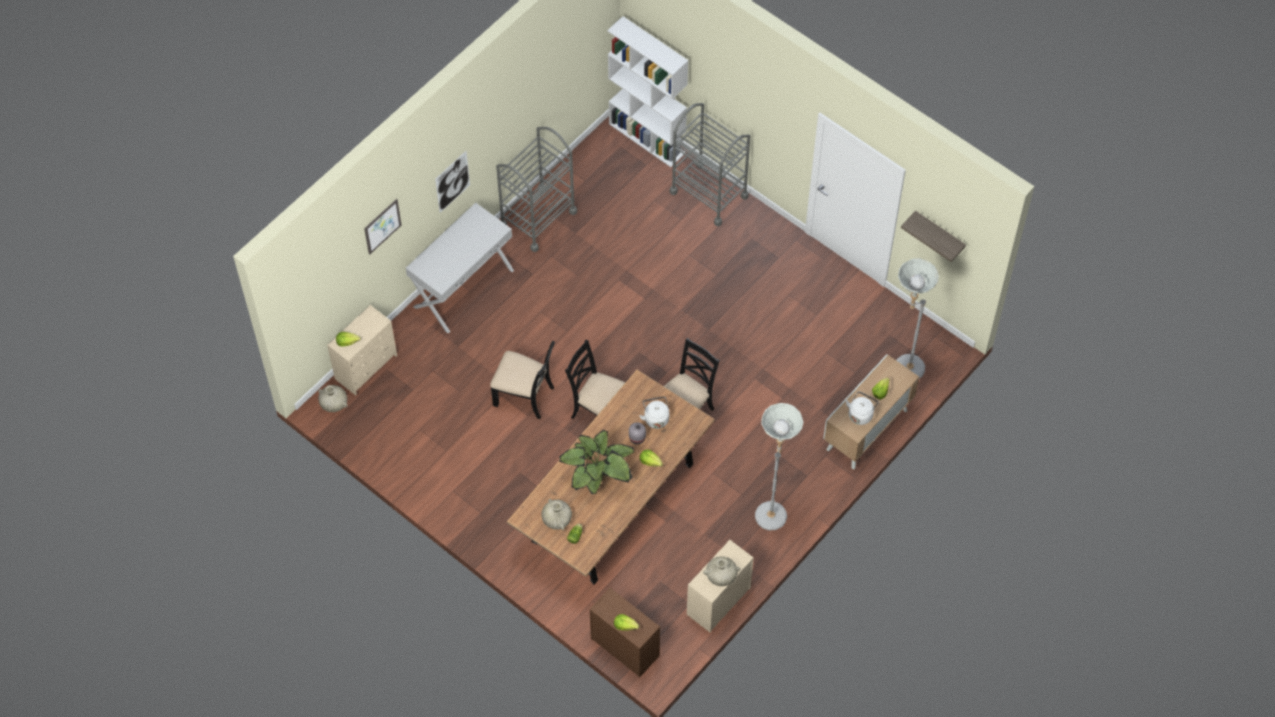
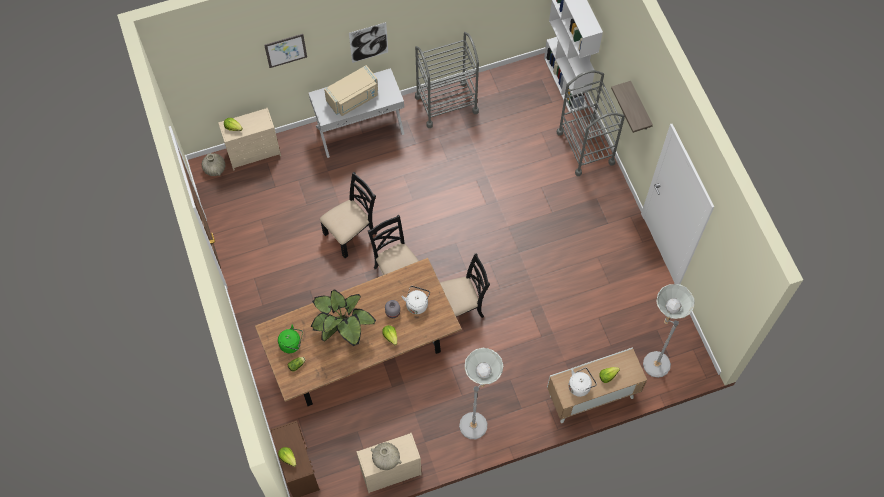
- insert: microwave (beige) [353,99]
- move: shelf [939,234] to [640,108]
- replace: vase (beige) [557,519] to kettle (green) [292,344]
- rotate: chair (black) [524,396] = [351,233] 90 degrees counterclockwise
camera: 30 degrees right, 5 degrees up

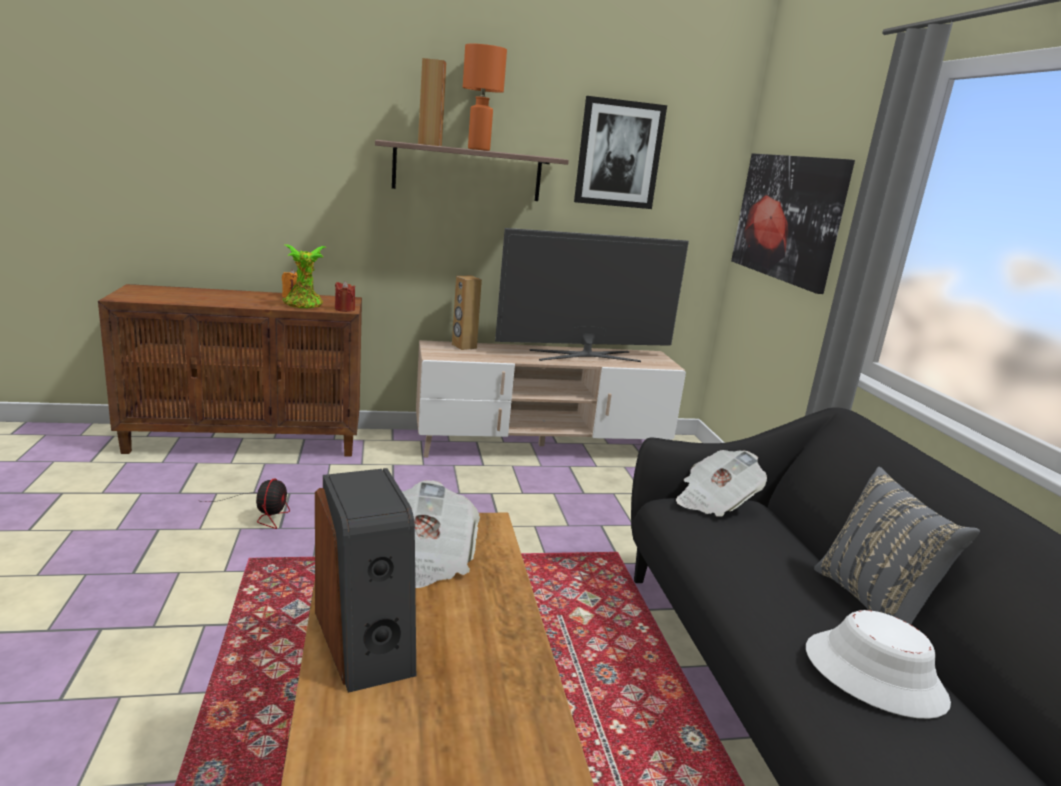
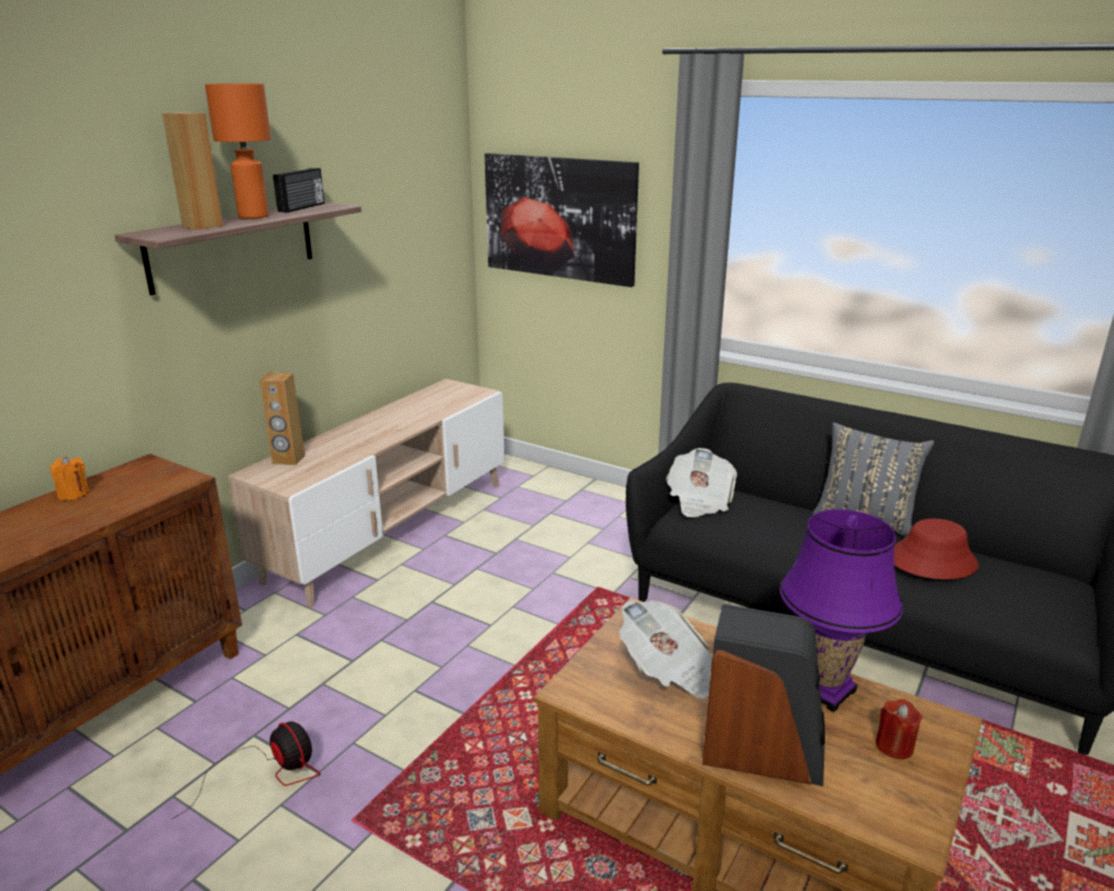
- delete: potted plant [304,306]
- delete: television [585,355]
- delete: picture [619,154]
- insert: radio [302,207]
- insert: table lamp (purple) [824,691]
- move: candle (red) [344,309] to [894,746]
- recolor: hat (white) [874,674] to hat (red) [931,560]
camera: 45 degrees left, 5 degrees up

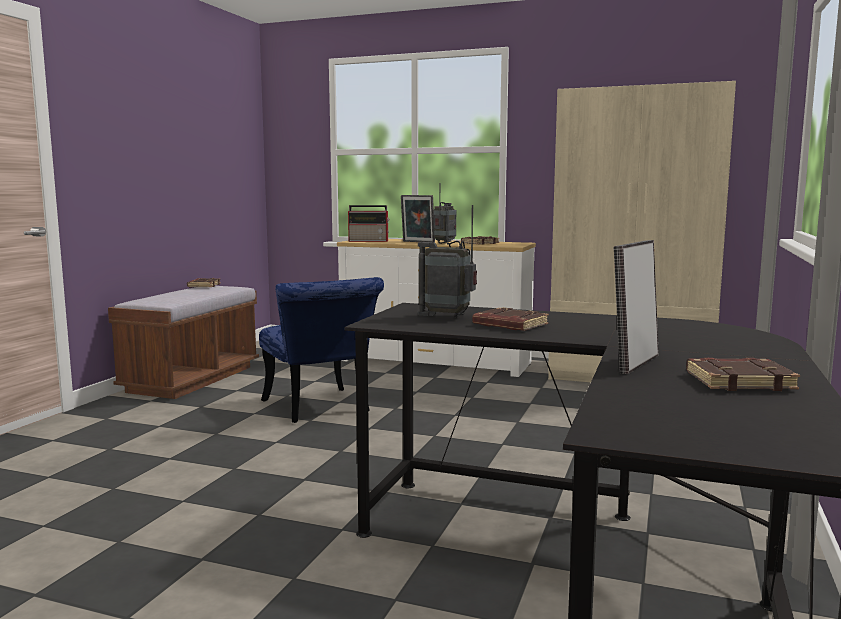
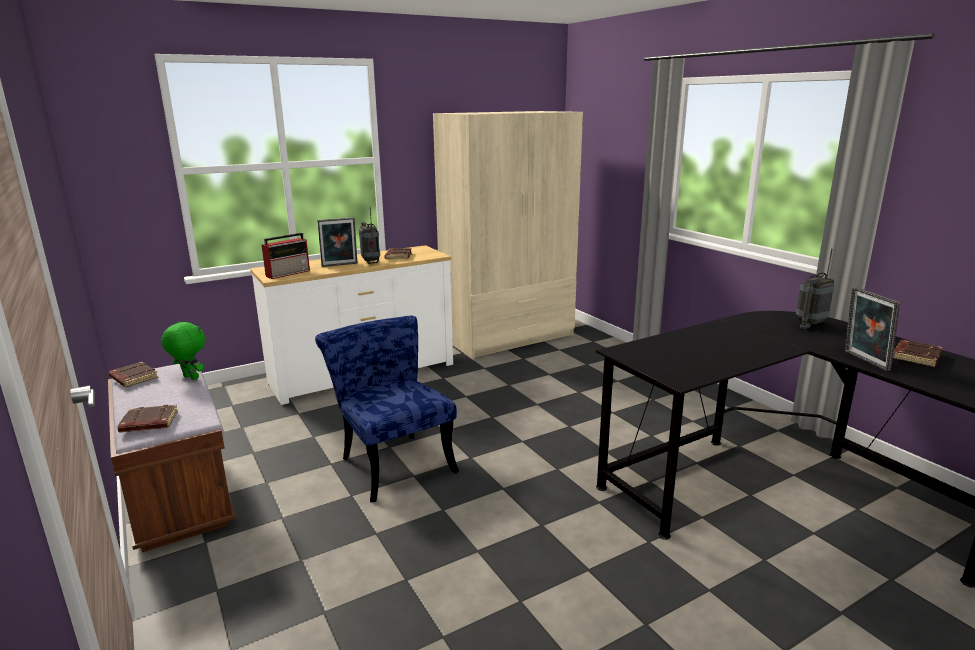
- insert: plush toy (green) [190,378]
- move: radio [447,317] to [810,324]
- move: book (brown) [509,325] to [148,423]
- rotate: chair (blue) [320,409] = [392,461] 135 degrees counterclockwise
camera: 50 degrees left, 10 degrees up

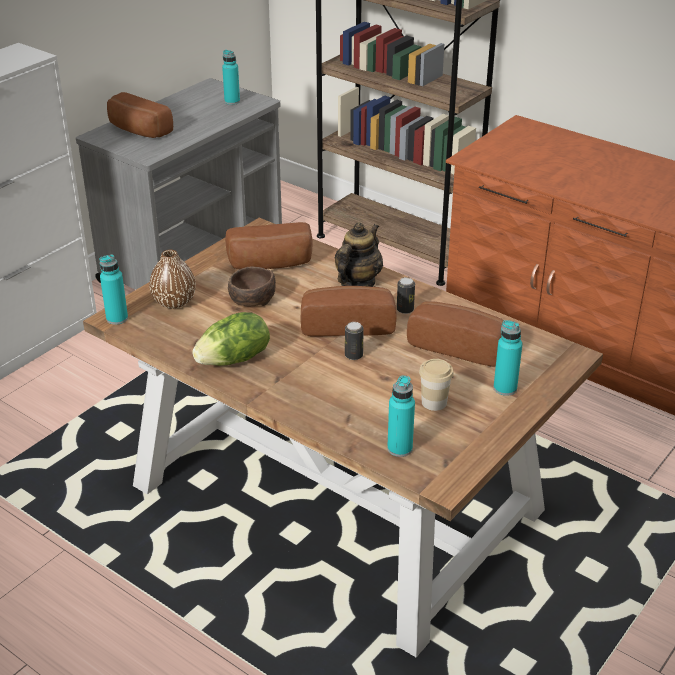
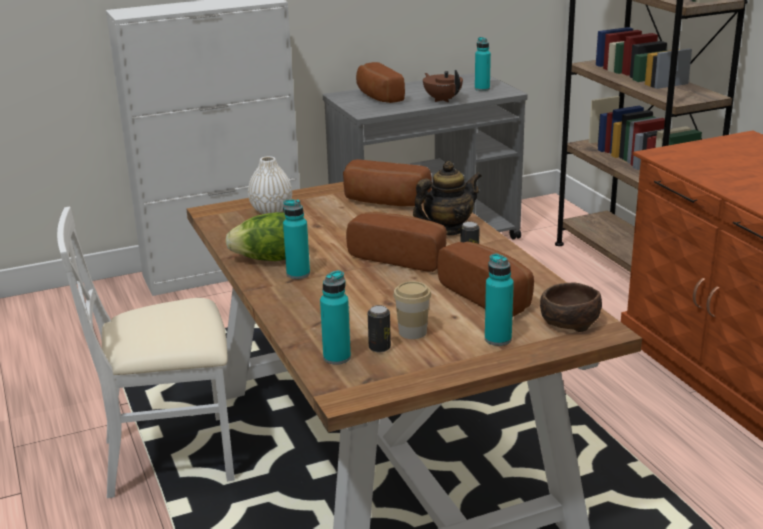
- insert: chair (white) [171,456]
- insert: teapot (brown) [442,99]
- move: bottle (turquoise) [117,318] to [298,274]
- move: bowl (brown) [251,299] to [568,322]
- move: can [353,355] to [379,347]
- recolor: vase (brown) [174,301] to vase (white) [271,210]
camera: 30 degrees right, 10 degrees down

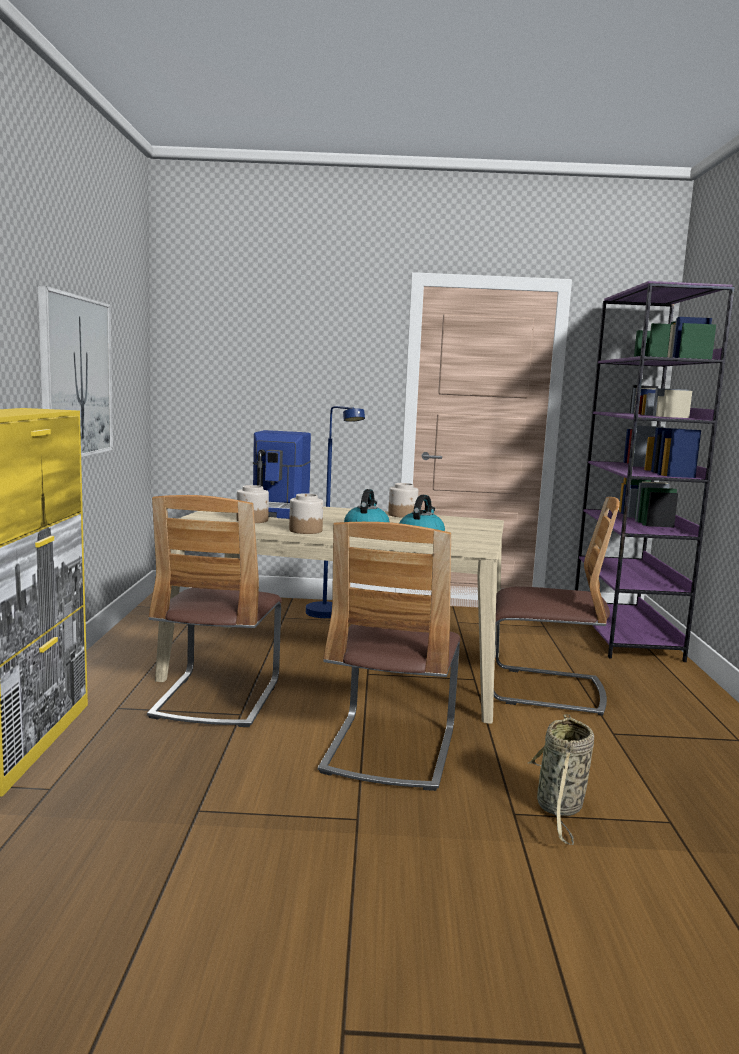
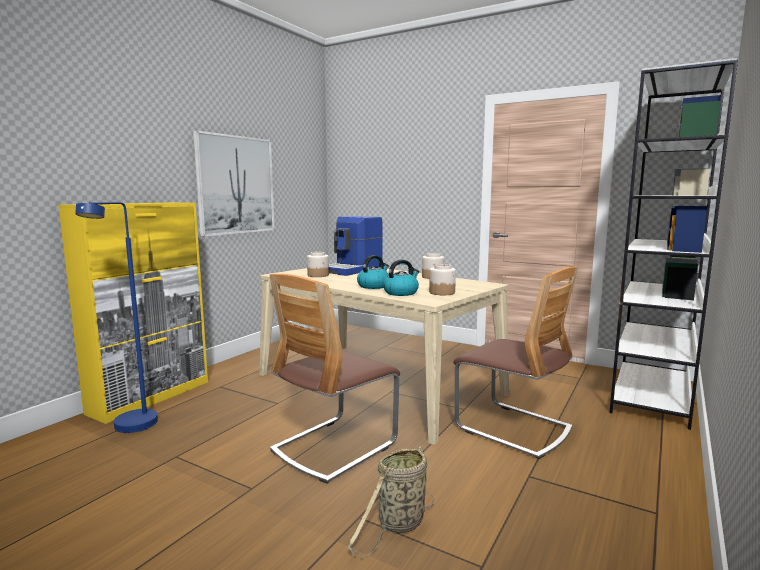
- delete: chair [217,698]
- move: jar [305,530] to [442,292]
- move: floor lamp (blue) [329,615] to [131,429]
- recolor: bookcase (purple) [625,636] to bookcase (white) [652,396]
camera: 30 degrees right, 0 degrees up

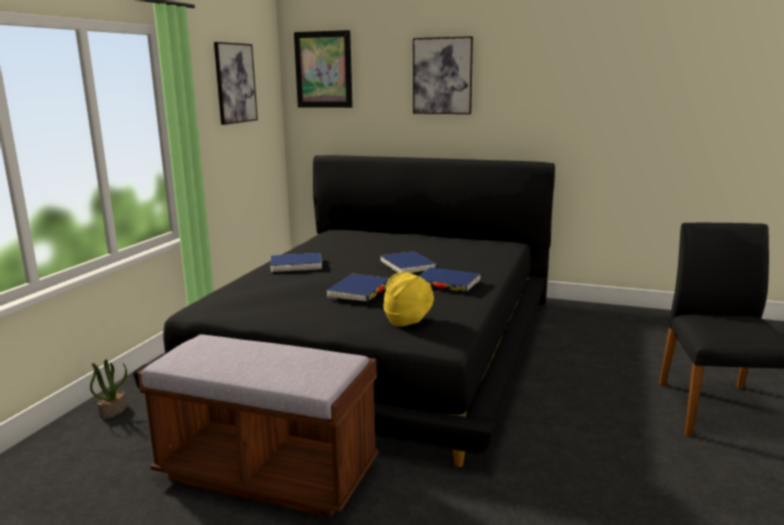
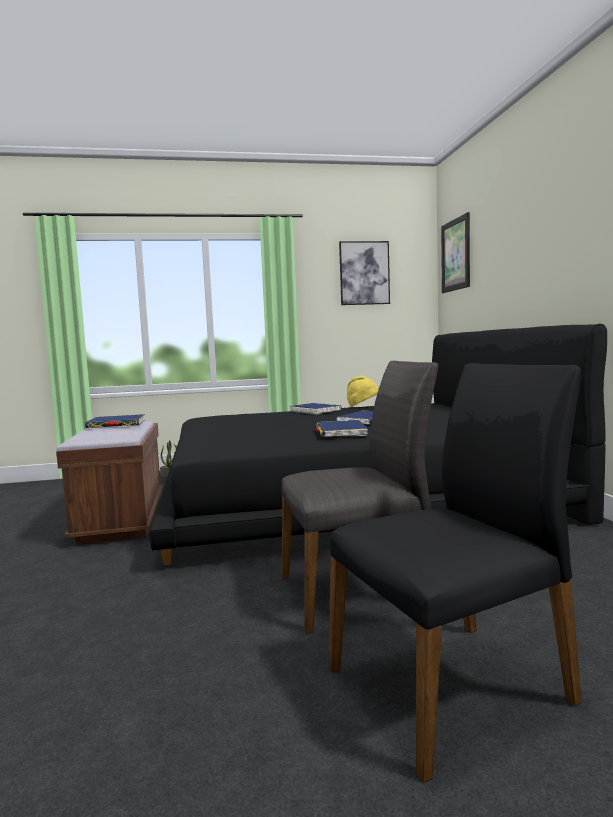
- delete: picture [442,76]
- insert: chair (grey) [360,591]
- move: book (blue) [359,291] to [116,424]
- move: hat (yellow) [408,320] to [362,406]
camera: 60 degrees right, 10 degrees down

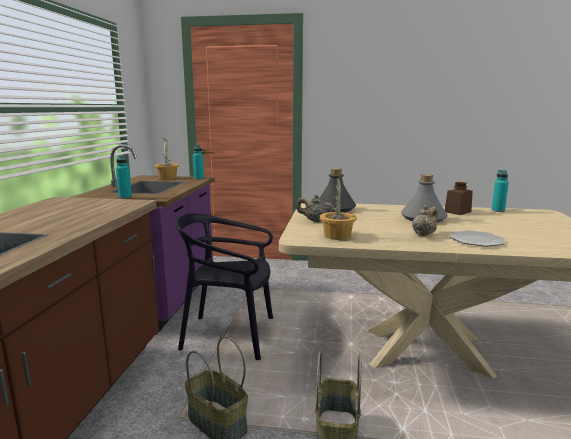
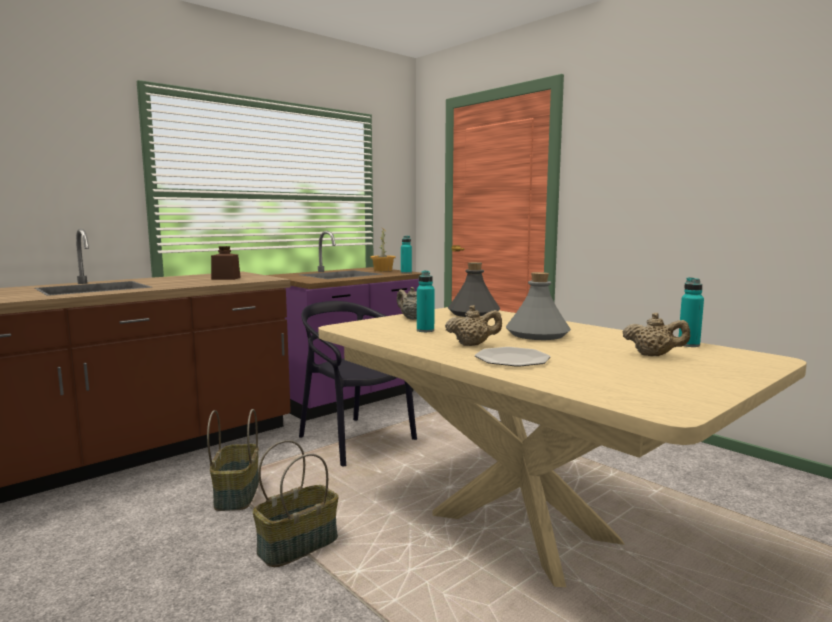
- delete: potted plant [337,236]
- insert: teapot (beige) [654,355]
- move: bottle (turquoise) [125,197] to [425,330]
- move: jar (brown) [457,212] to [226,278]
camera: 40 degrees right, 5 degrees down

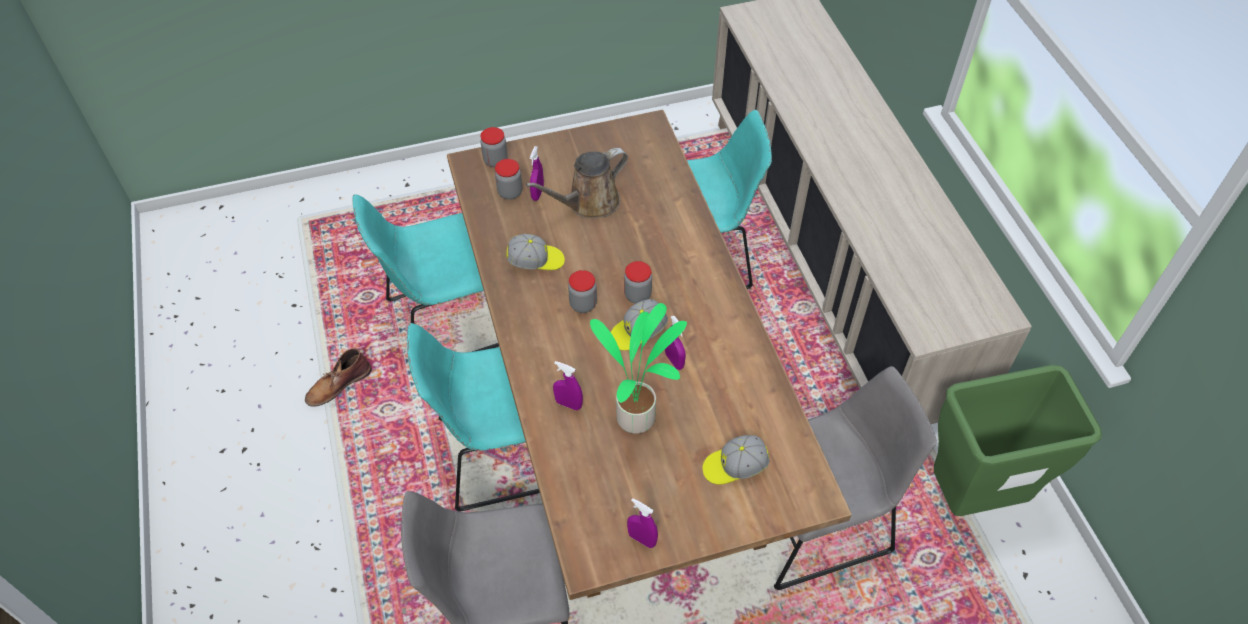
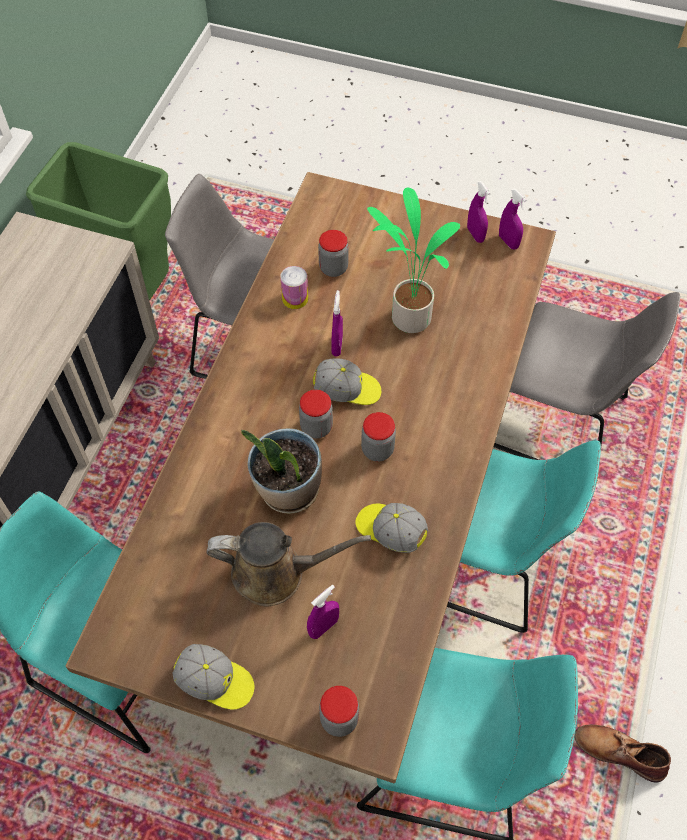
- insert: potted plant [288,491]
- insert: can [295,298]
- move: jar [510,192] to [333,268]
- move: spray bottle (purple) [568,404] to [508,242]
- move: cap [734,466] to [215,681]
- rotate: boot (brown) [338,384] = [619,752] 150 degrees counterclockwise
camera: 145 degrees left, 5 degrees up

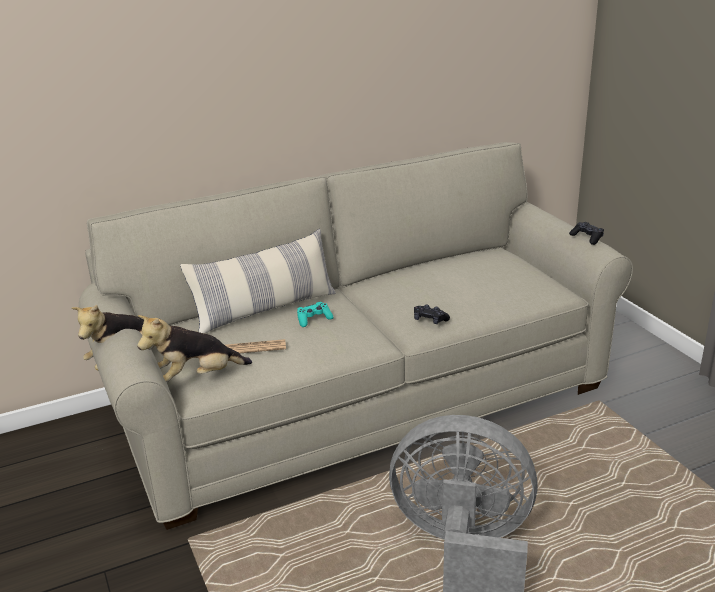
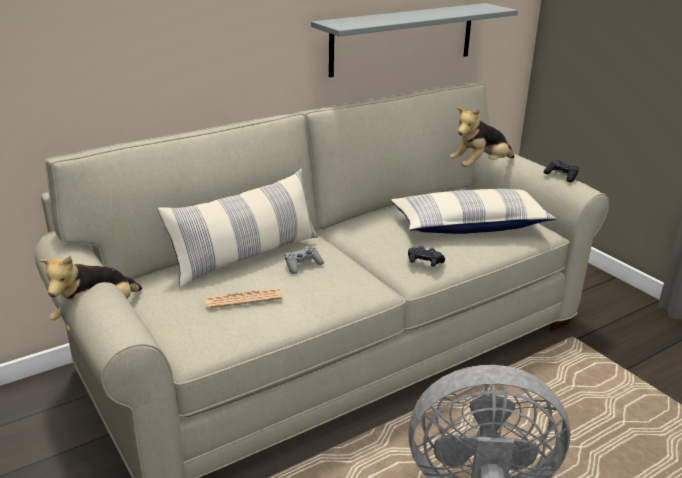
- insert: shelf (grey) [403,39]
- insert: pillow [470,225]
- move: plush toy [196,378] to [480,166]
- recolor: game controller (turquoise) [314,319] to game controller (grey) [302,265]
camera: 10 degrees left, 0 degrees up

